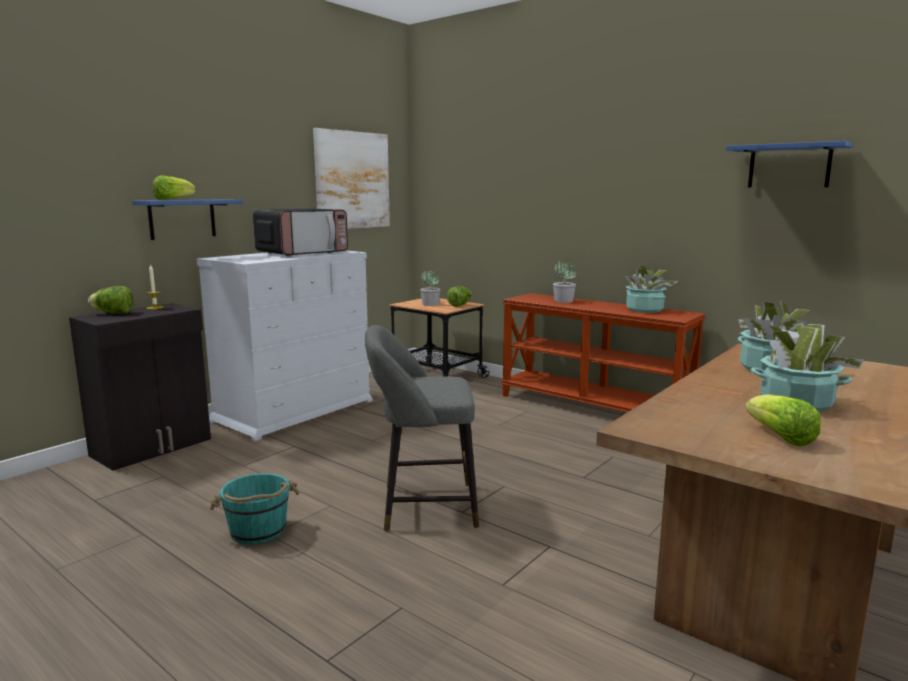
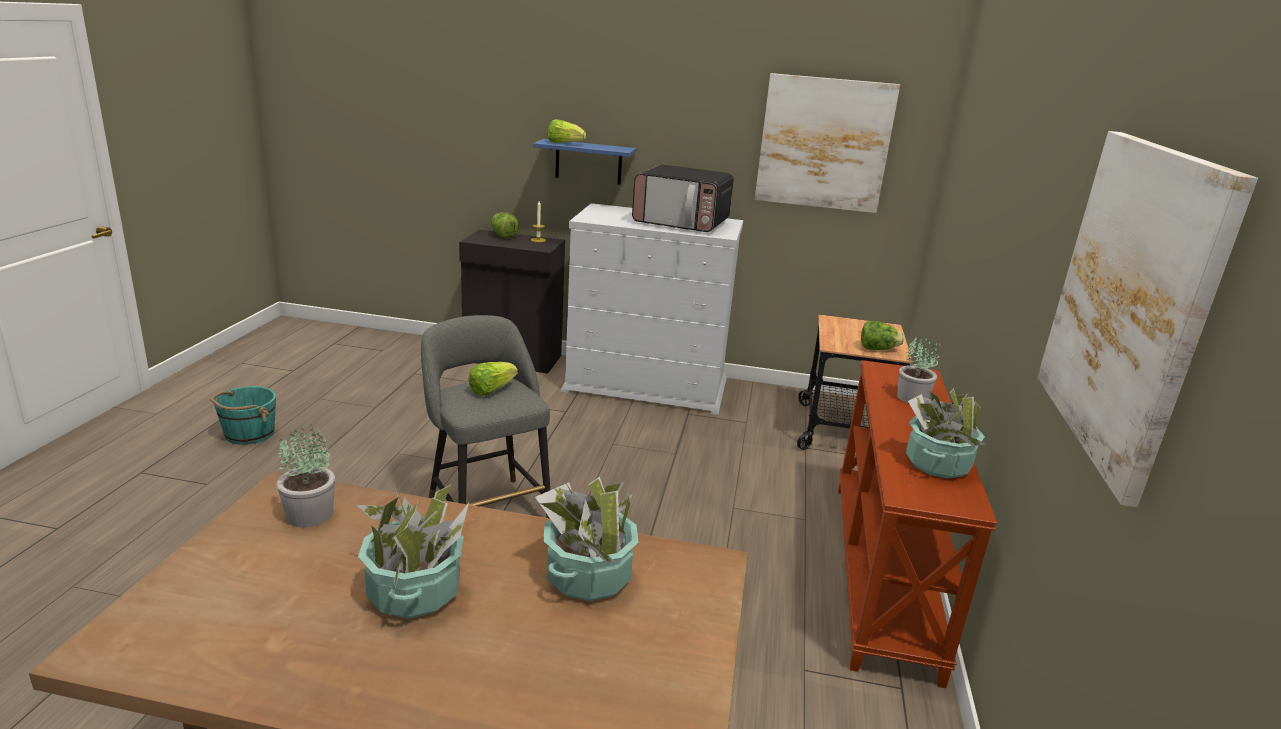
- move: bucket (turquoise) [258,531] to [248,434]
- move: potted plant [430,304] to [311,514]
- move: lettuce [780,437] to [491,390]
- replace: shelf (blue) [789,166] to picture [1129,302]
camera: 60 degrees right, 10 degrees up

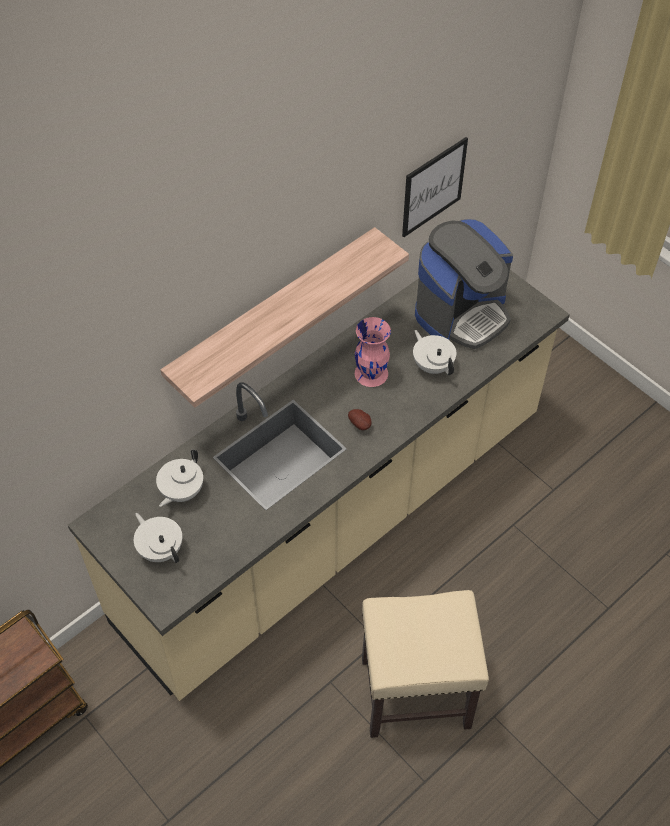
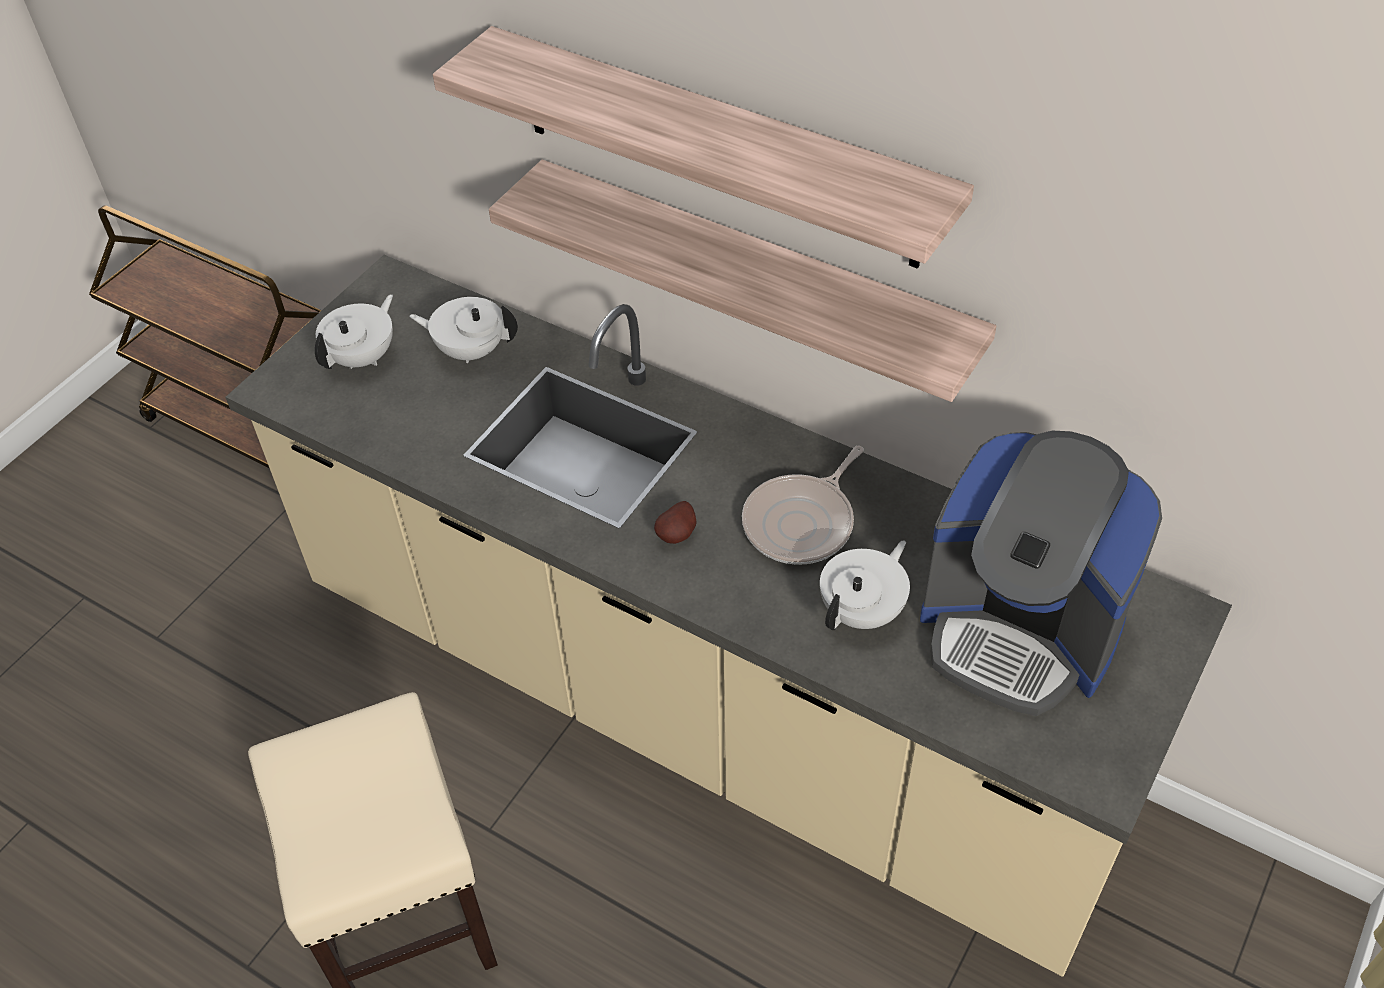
- delete: picture [433,187]
- insert: shelf [717,148]
- replace: vase (pink) [371,373] to frying pan [802,522]
camera: 75 degrees right, 5 degrees down

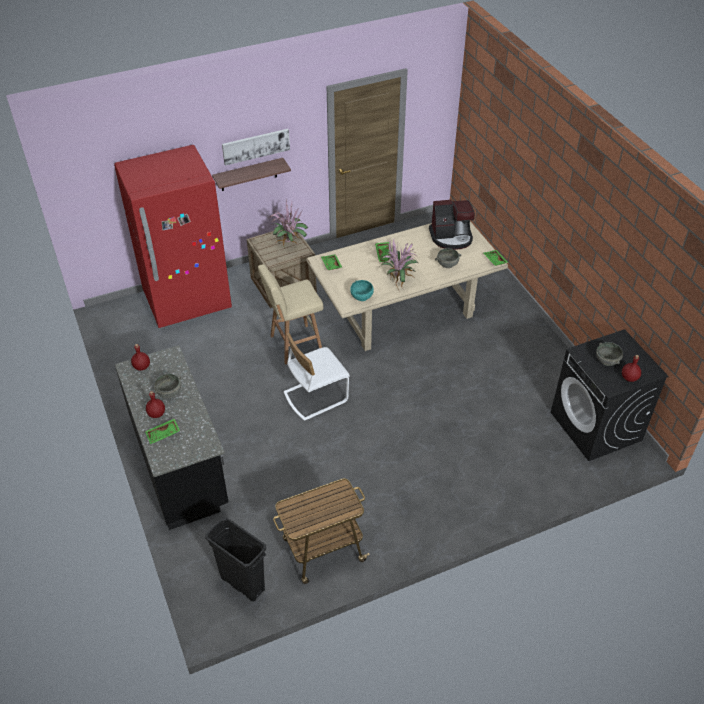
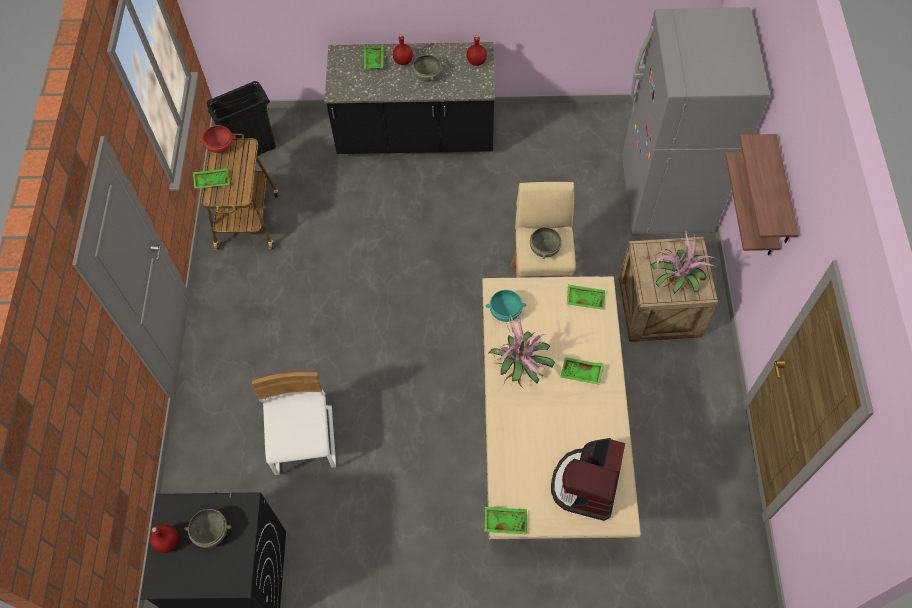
- insert: tray (green) [212,181]
- insert: bowl (red) [220,146]
- move: chair (white) [315,397] to [305,441]
- move: bowl (grey) [447,264] to [544,248]
- replace: picture [256,146] to shelf [782,193]
- recolor: fridge (red) [187,301] to fridge (grey) [665,196]
camera: 115 degrees right, 15 degrees up

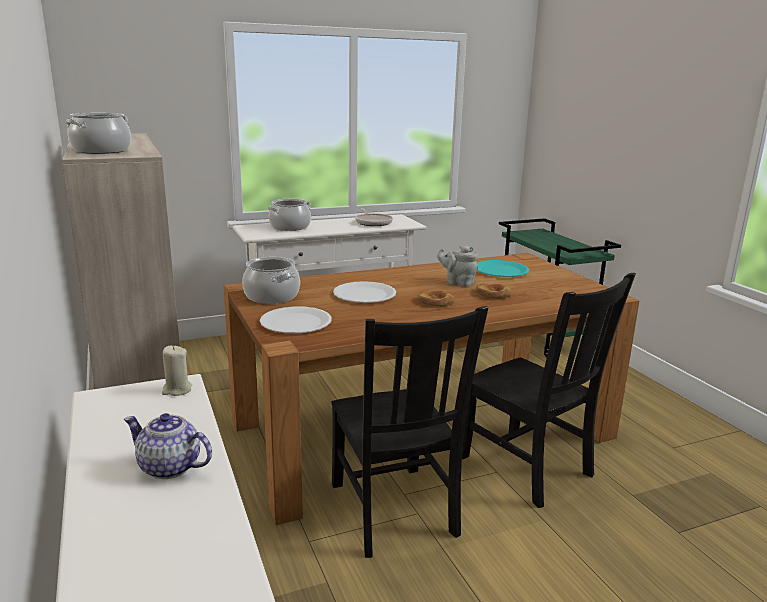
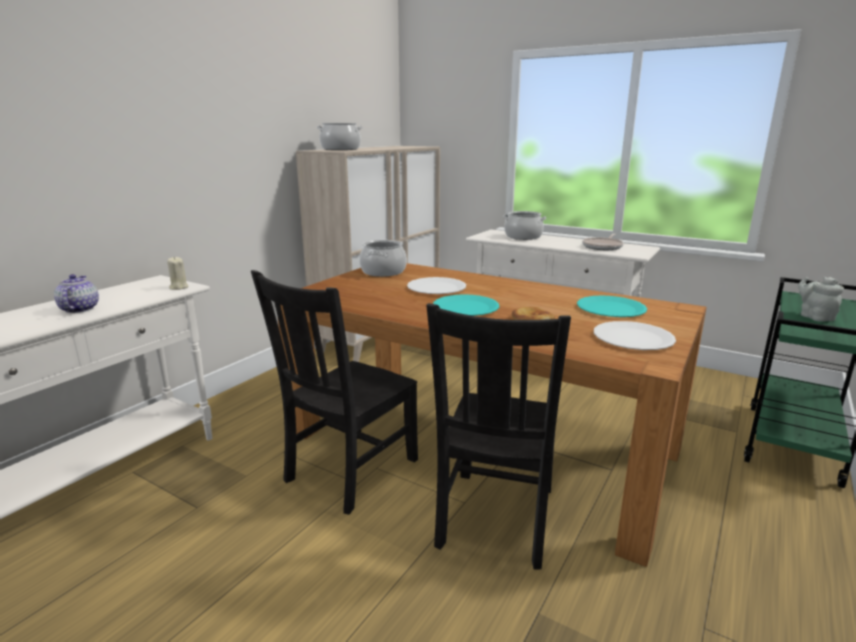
- move: plate (white) [296,322] to [633,338]
- move: teapot (grey) [458,282] to [814,316]
- replace: bread [435,301] to plate (turquoise) [465,307]
camera: 55 degrees right, 0 degrees up

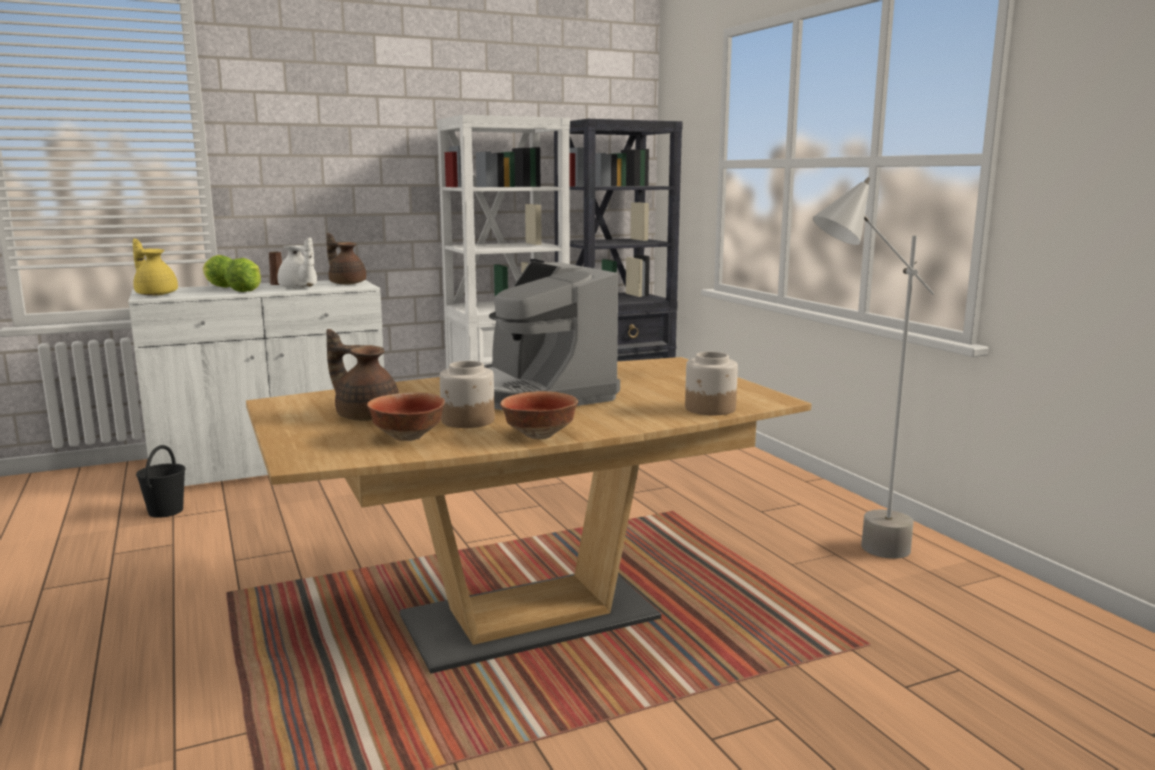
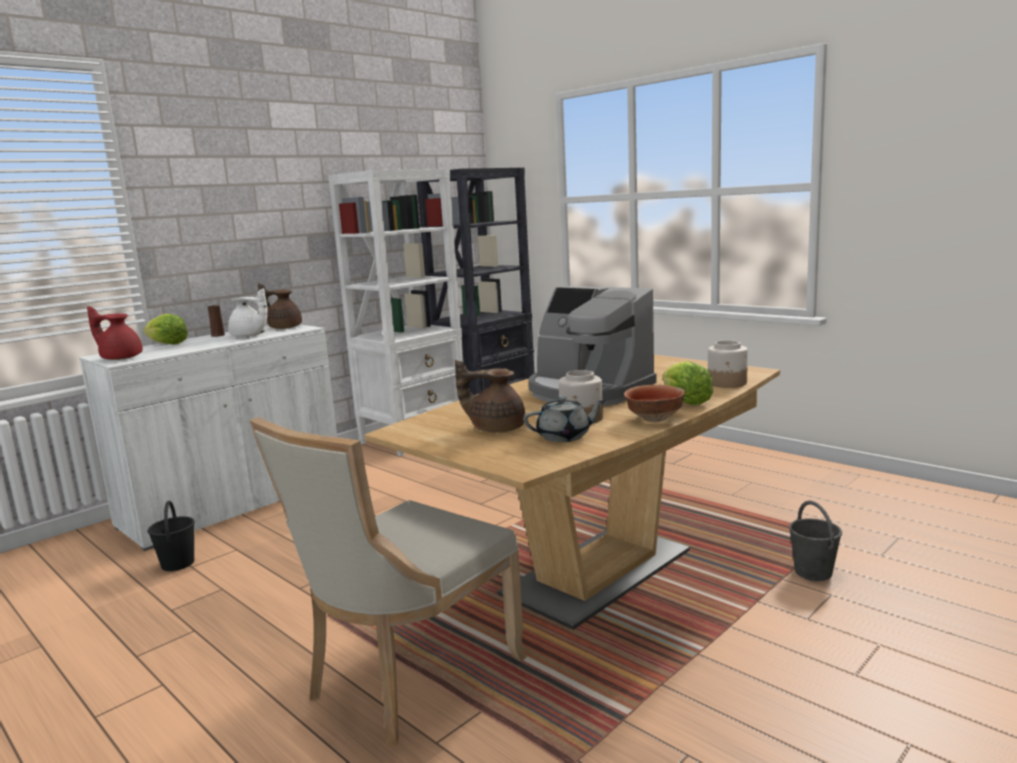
- delete: floor lamp (grey) [852,554]
- insert: chair (beige) [407,679]
- insert: bucket (grey) [813,572]
- move: lettuce [246,290] to [685,401]
- replace: bowl [409,437] to teapot (grey) [564,437]
- recolor: teapot (yellow) [156,294] to teapot (red) [120,358]
camera: 20 degrees left, 0 degrees up

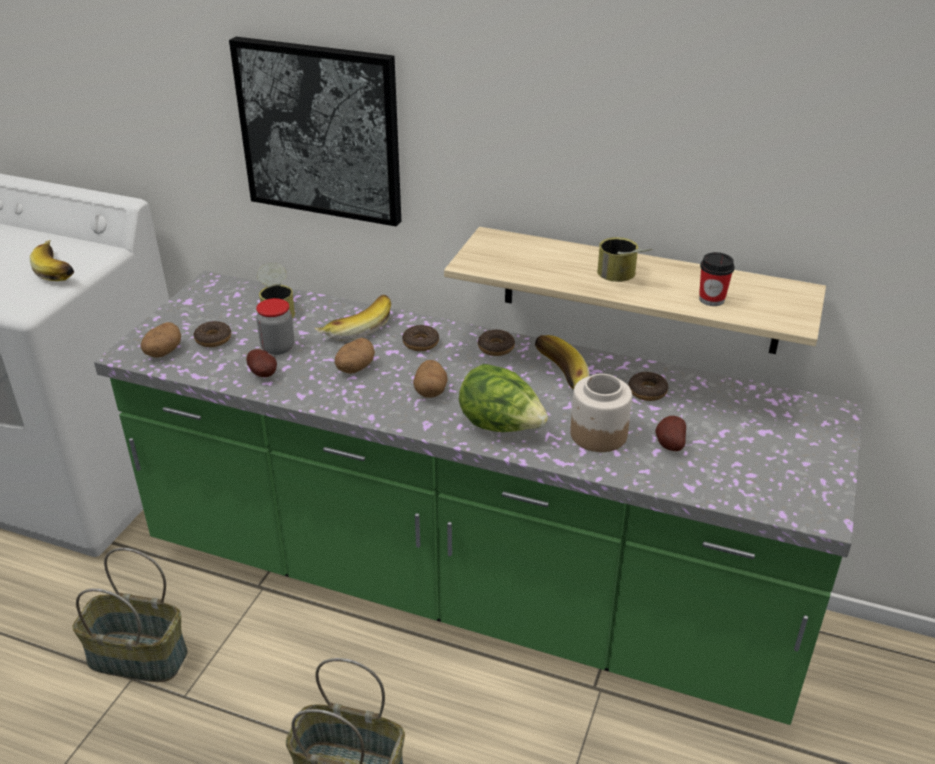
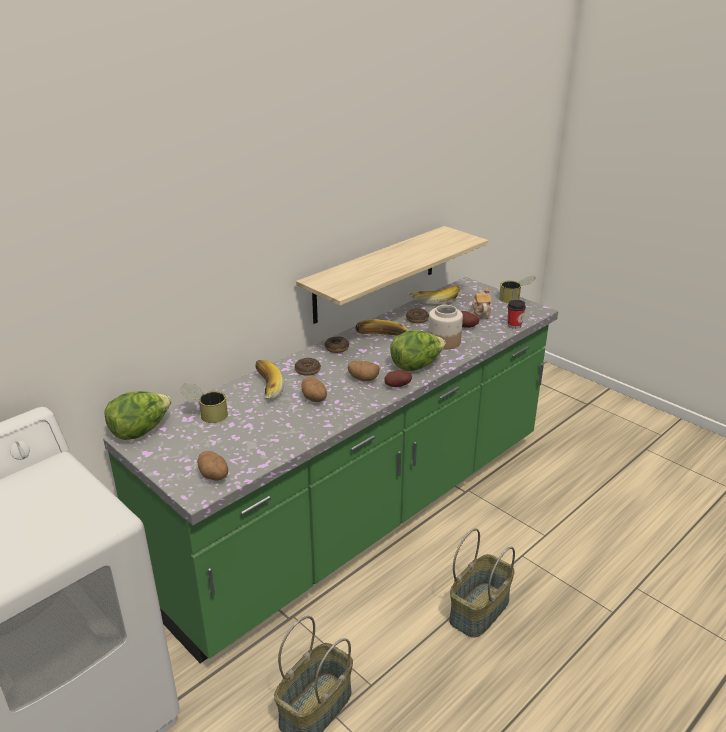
- delete: donut [213,339]
- delete: picture [320,131]
- delete: jar [278,347]
- insert: lettuce [140,431]
- insert: teapot [480,313]
- move: banana [60,270] to [434,300]
- move: potato [264,374] to [397,386]
- move: can [621,278] to [515,299]
- move: cup [711,299] to [514,325]
camera: 65 degrees left, 5 degrees down

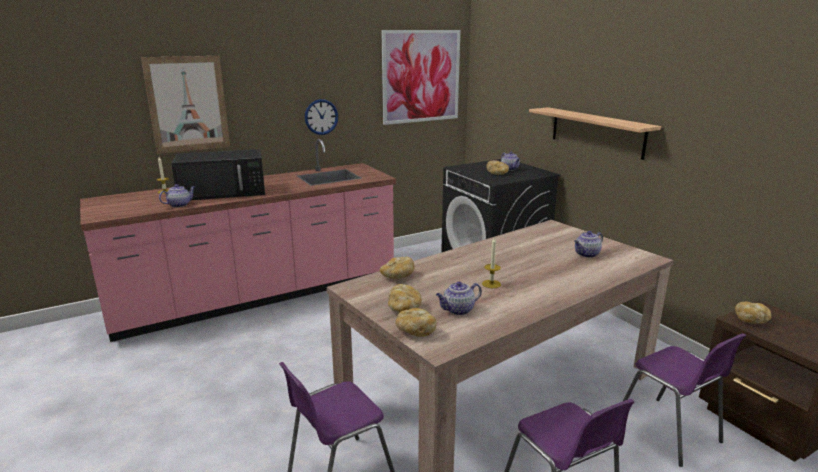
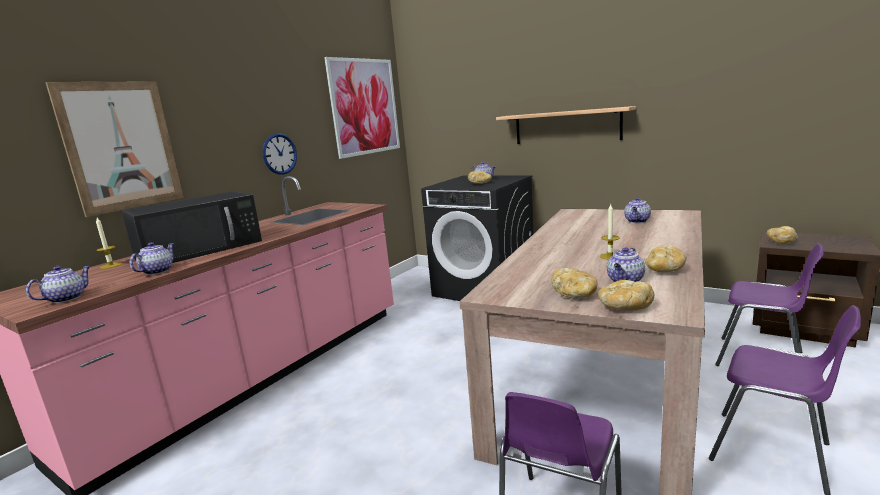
- insert: teapot [67,298]
- move: bread [397,276] to [664,270]
camera: 25 degrees left, 5 degrees down

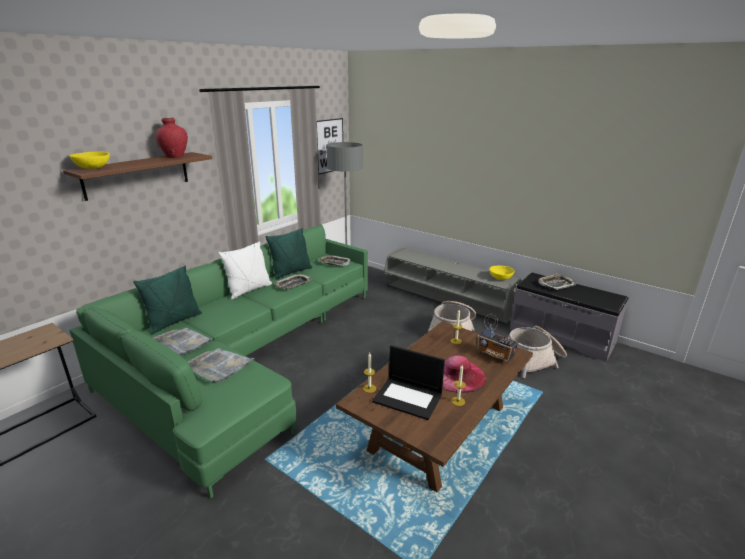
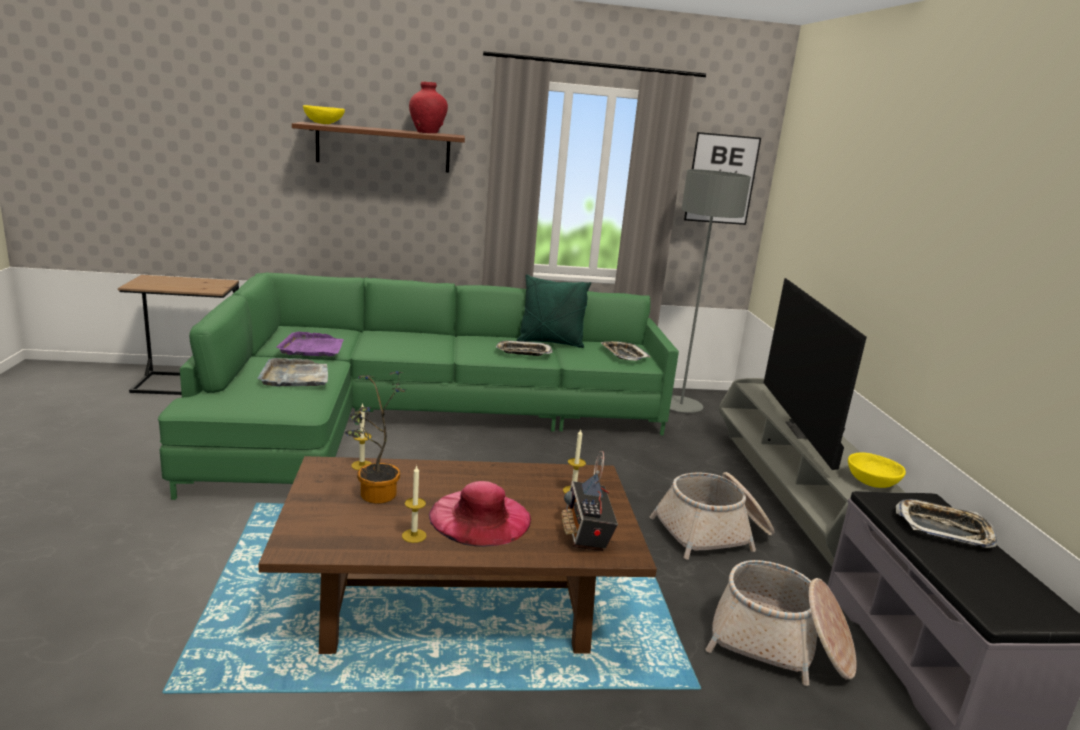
- delete: pillow (green) [174,322]
- delete: pillow (white) [249,290]
- insert: television [804,431]
- replace: laptop [408,398] to potted plant [374,497]
- recolor: tray (grey) [180,344] to tray (purple) [312,348]
camera: 45 degrees right, 5 degrees down

